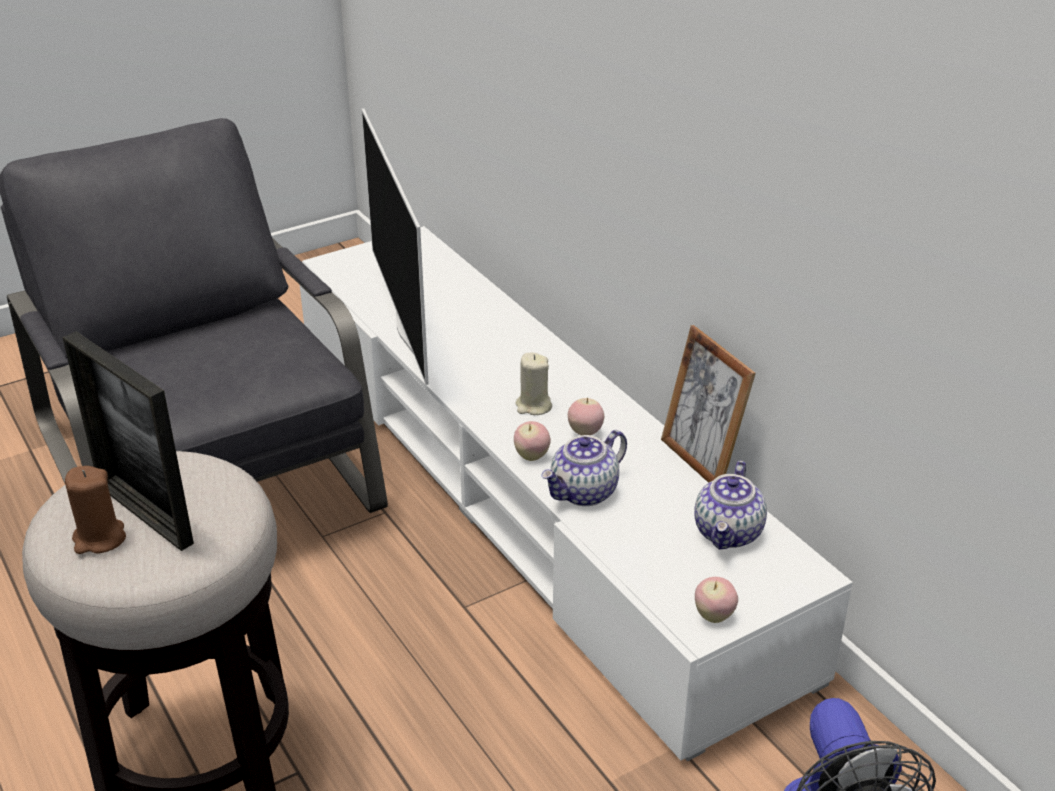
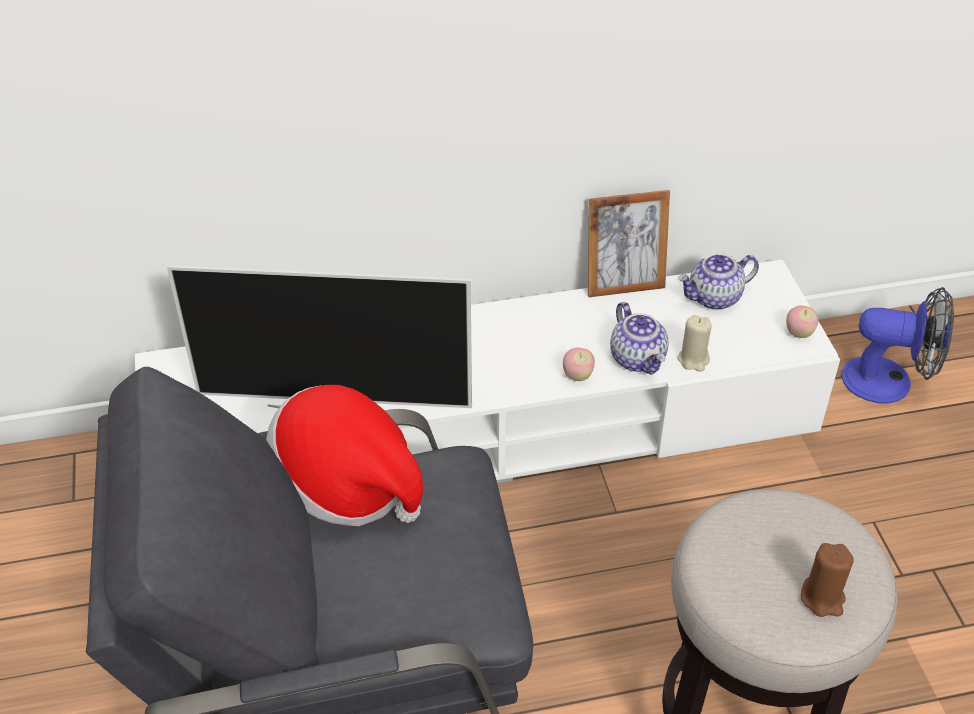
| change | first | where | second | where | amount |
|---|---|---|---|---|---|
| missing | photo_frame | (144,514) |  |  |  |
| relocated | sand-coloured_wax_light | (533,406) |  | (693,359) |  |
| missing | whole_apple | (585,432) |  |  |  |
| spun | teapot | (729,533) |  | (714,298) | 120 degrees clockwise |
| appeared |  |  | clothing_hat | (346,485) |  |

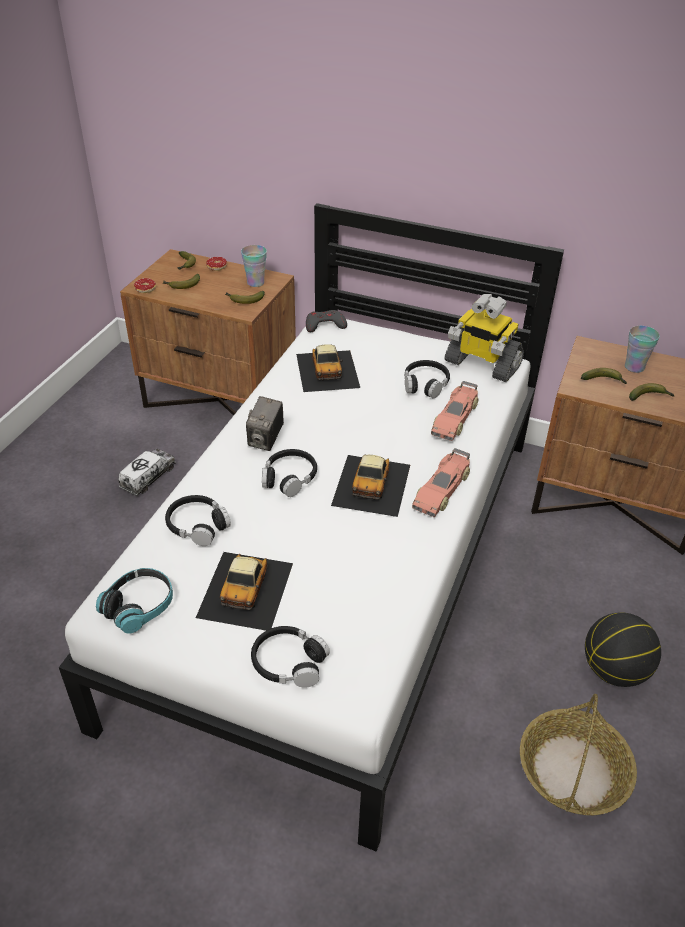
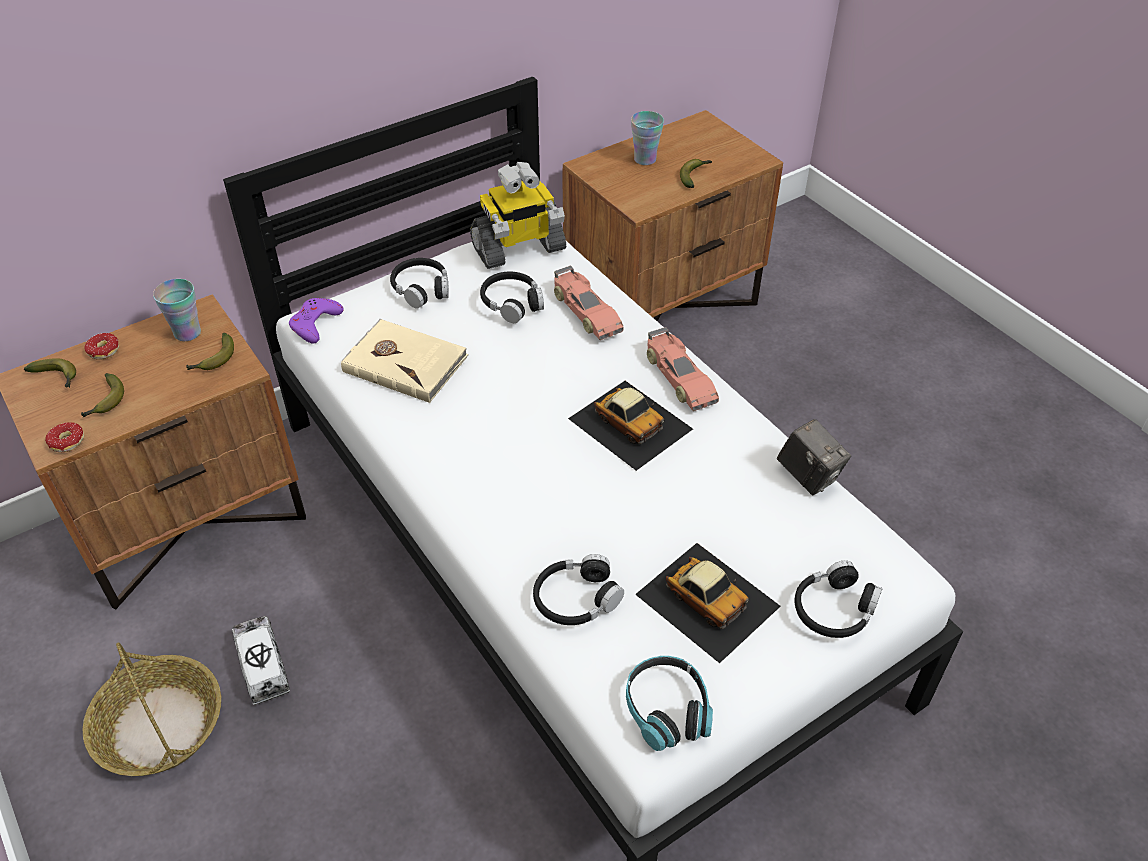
| change | first | where | second | where | amount |
|---|---|---|---|---|---|
| colour | grey_gamepad | (324,325) | purplish_gamepad | (315,324) |  |
| exchanged | model_car | (327,370) | sand-coloured_bound_book | (405,363) |  |
| missing | whole_banana | (604,381) |  |  |  |
| relocated | still_camera | (266,440) |  | (808,476) |  |
| relocated | blackish_headset | (289,478) |  | (421,289) |  |
| missing | basketball | (614,670) |  |  |  |
| relocated | storage_basket | (573,772) |  | (161,727) |  |

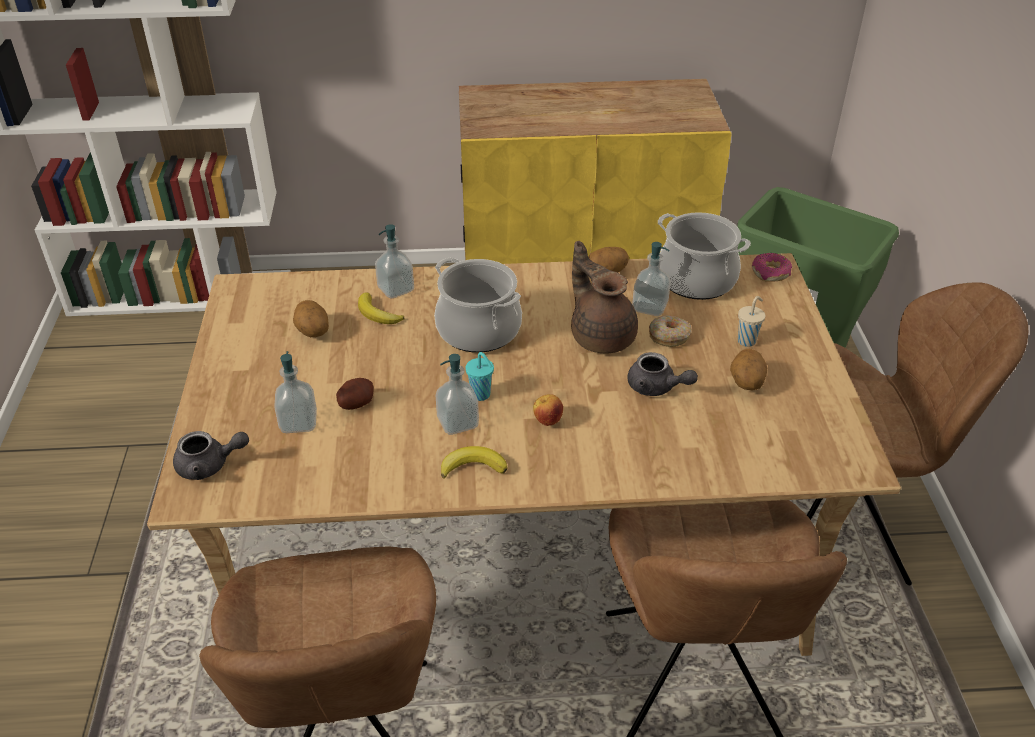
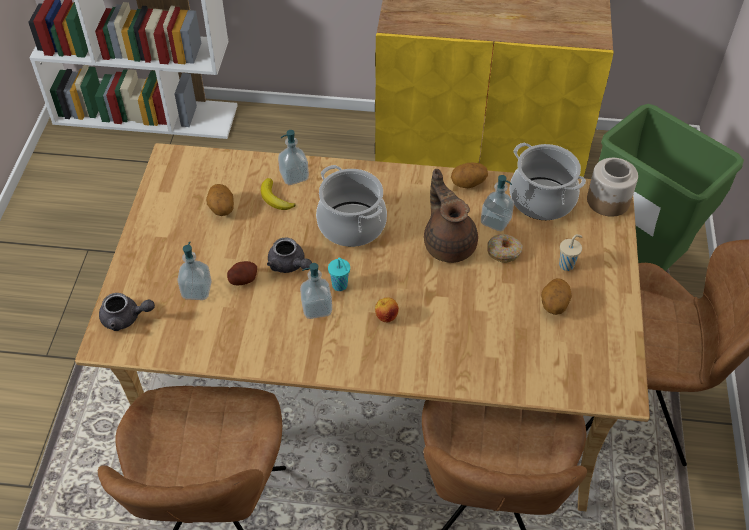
| change | first | where | second | where | amount |
|---|---|---|---|---|---|
| exchanged | doughnut | (771,273) | jar | (607,201) |  |
| relocated | grey_teapot | (656,388) |  | (289,265) |  |
| missing | whole_banana | (473,466) |  |  |  |

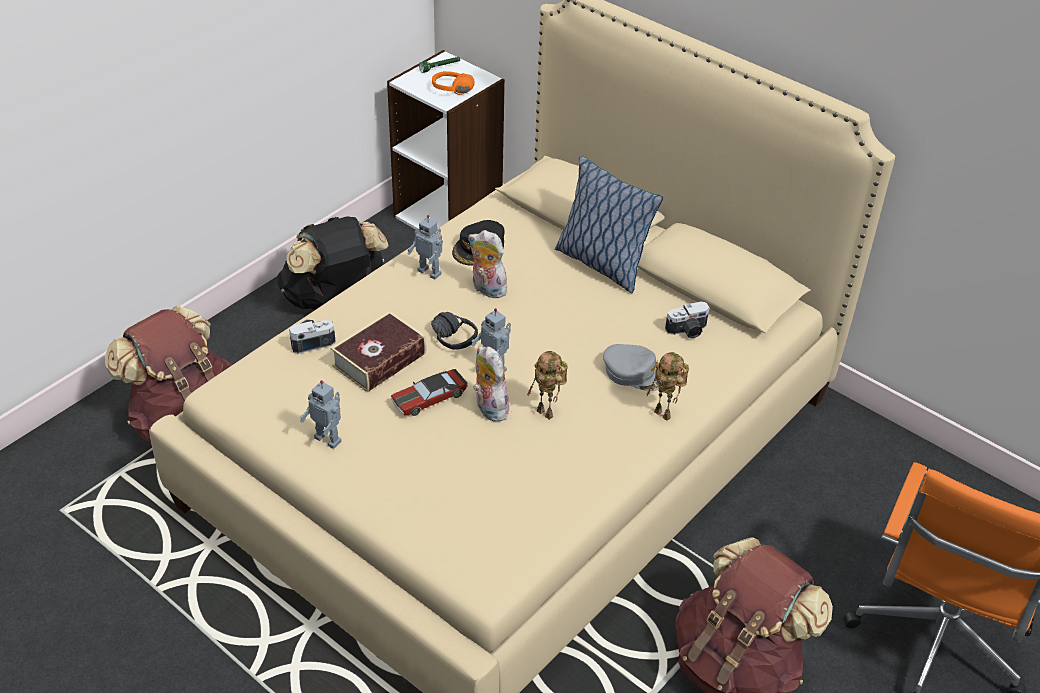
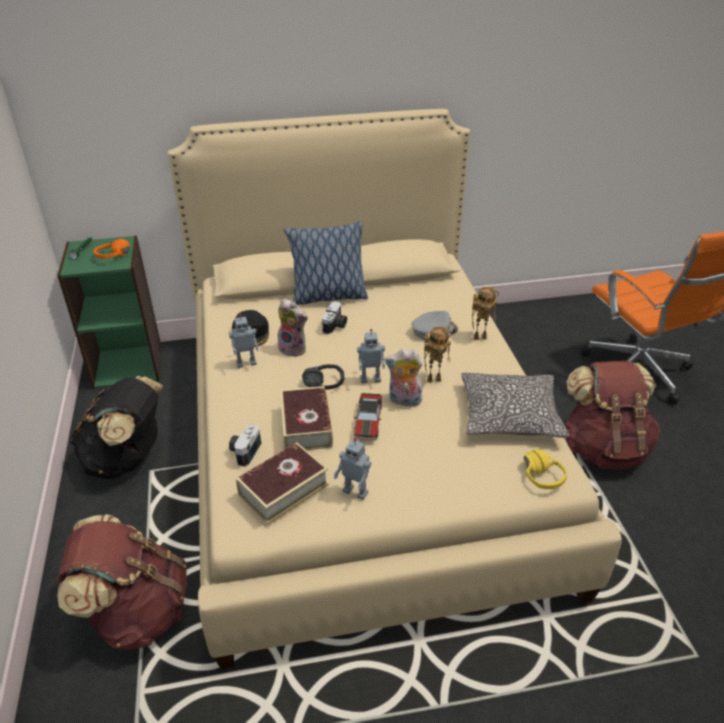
| change | first | where | second | where | amount |
|---|---|---|---|---|---|
| colour | white_bookcase | (449,215) | green-coloured_bookcase | (128,365) |  |
| spun | soft_toy | (486,289) |  | (294,348) | 135 degrees counterclockwise |
| relocated | still_camera | (688,331) |  | (336,326) |  |
| spun | model_robot | (329,439) |  | (356,491) | 45 degrees clockwise |
| appeared |  |  | pillow | (510,415) |  |
| appeared |  |  | bound_book | (283,489) |  |
| appeared |  |  | yellow_headset | (548,474) |  |

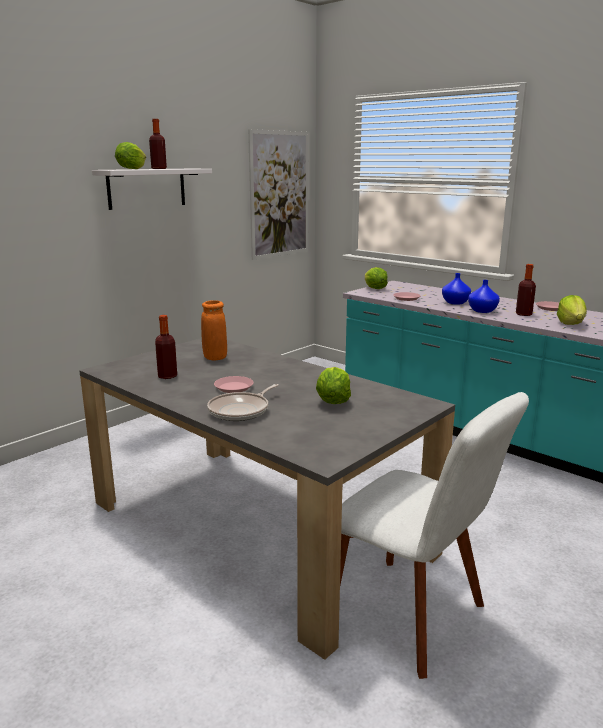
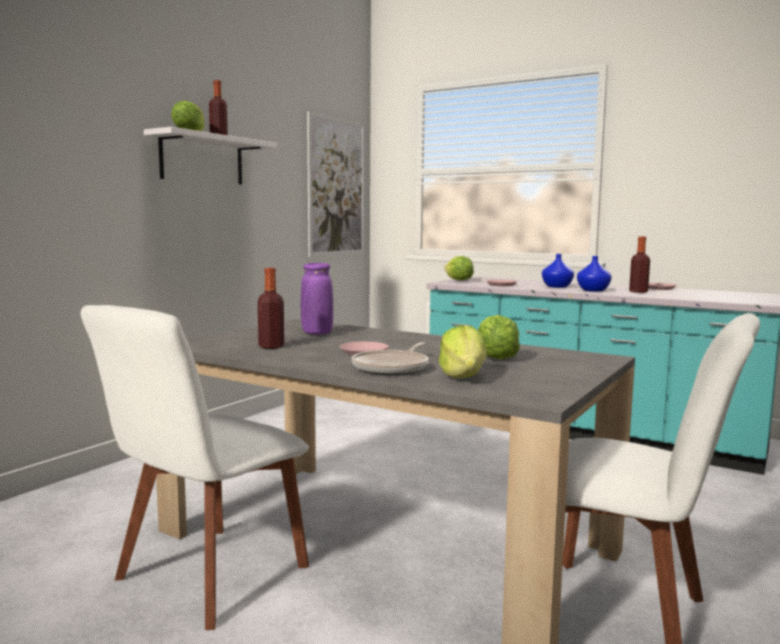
| change | first | where | second | where | amount |
|---|---|---|---|---|---|
| relocated | lettuce | (571,324) |  | (463,377) |  |
| colour | orange-coloured_decorative_vase | (215,358) | purplish_decorative_vase | (317,333) |  |
| appeared |  |  | white_upright_chair | (206,577) |  |

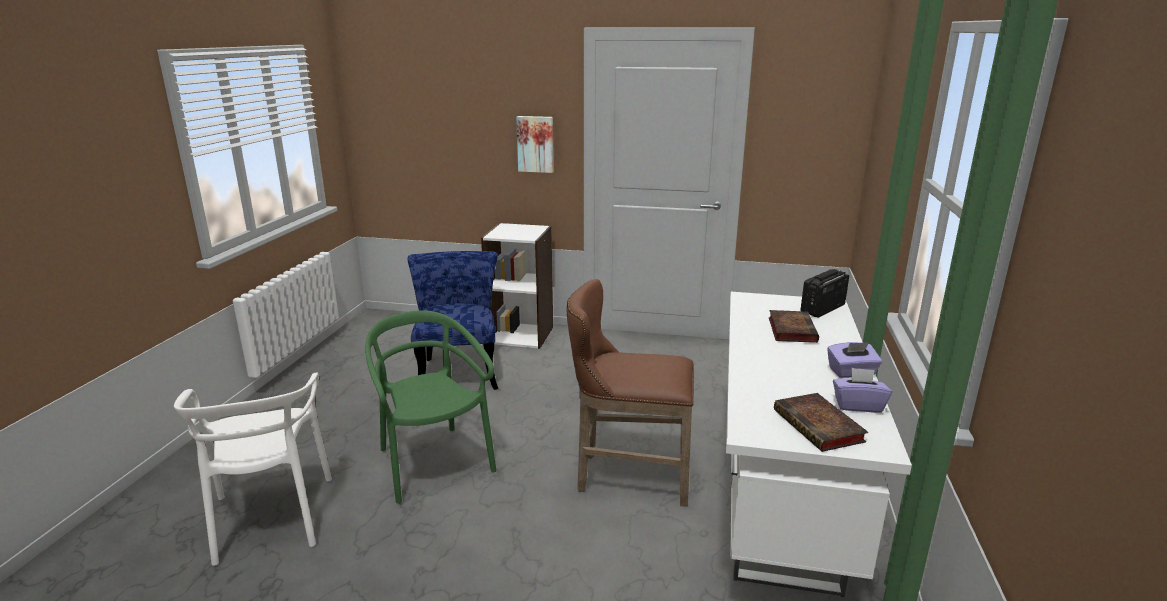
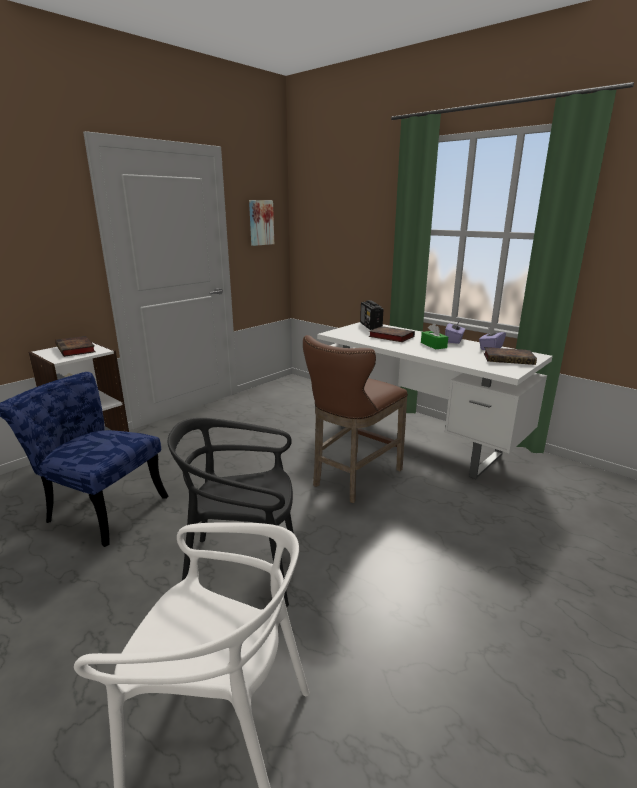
| change | first | where | second | where | amount |
|---|---|---|---|---|---|
| relocated | wall_picture | (535,144) |  | (260,222) |  |
| colour | green-coloured_upright_chair | (433,463) | blackish_upright_chair | (243,566) |  |
| appeared |  |  | green-coloured_box_of_tissues | (433,345) |  |
| appeared |  |  | bound_book | (76,349) |  |

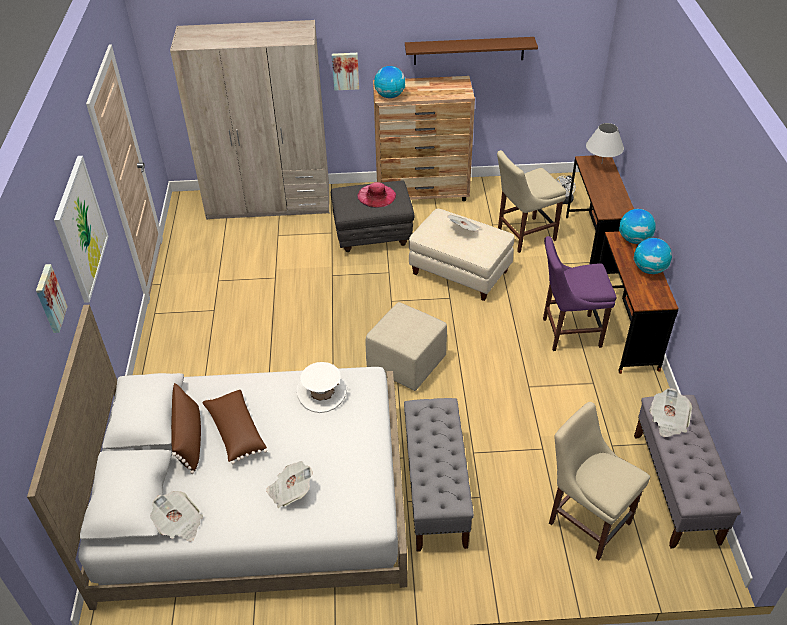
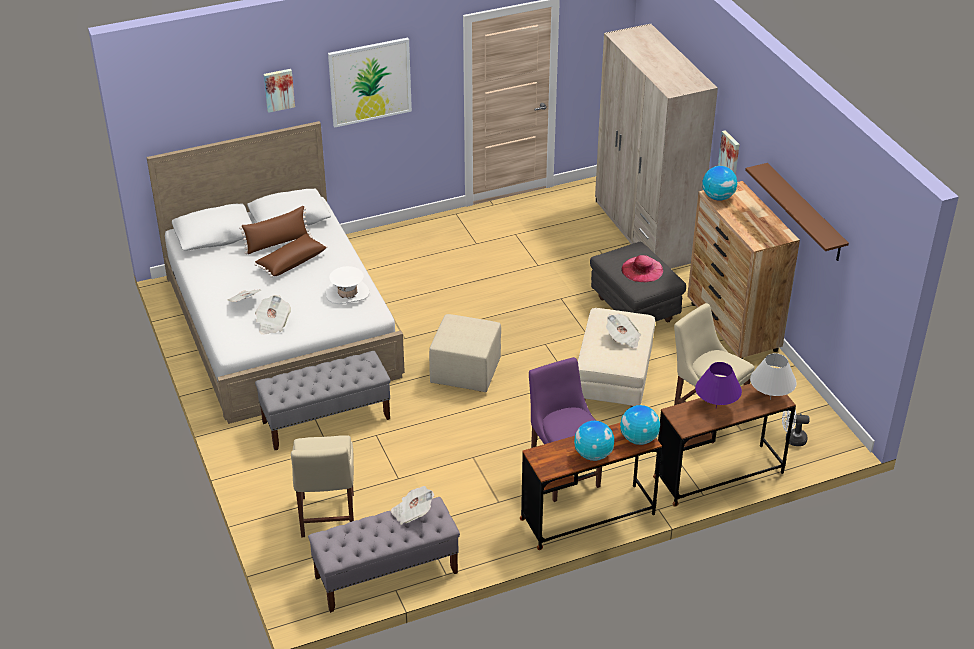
| change | first | where | second | where | amount |
|---|---|---|---|---|---|
| spun | sand-coloured_upright_chair | (586,520) |  | (327,518) | 150 degrees clockwise |
| relocated | printed_paper | (179,524) |  | (272,323) |  |
| appeared |  |  | purplish_tabletop_lamp | (716,408) |  |

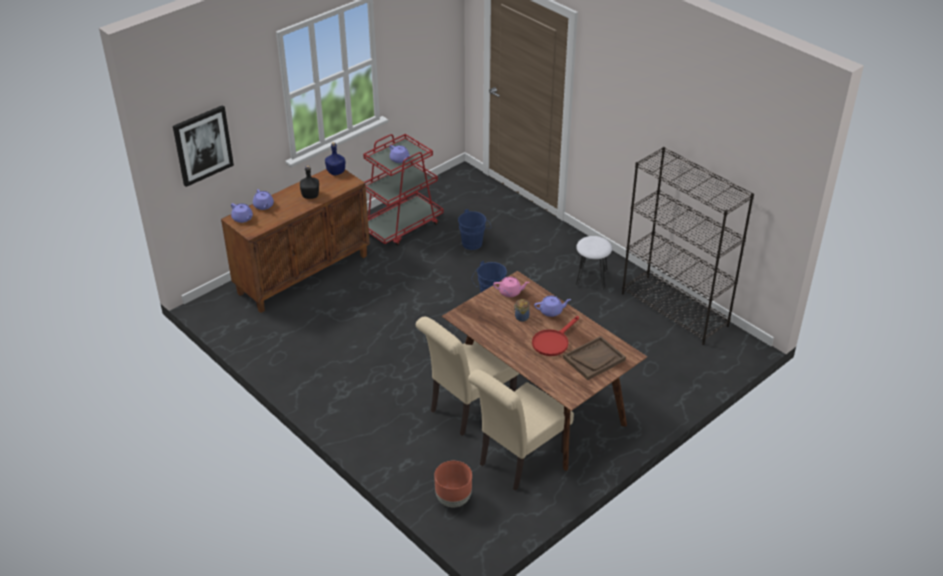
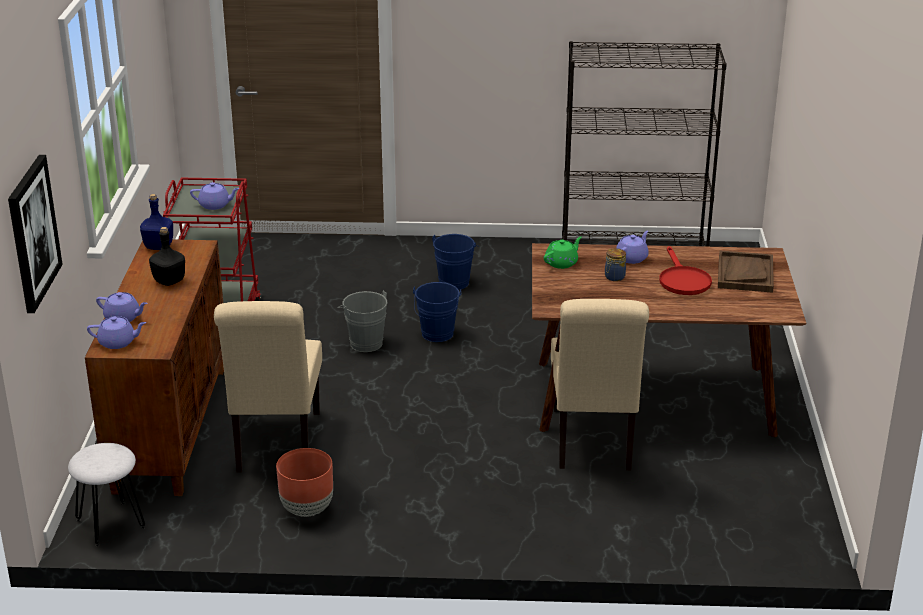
| change | first | where | second | where | amount |
|---|---|---|---|---|---|
| relocated | blue_water_bucket | (474,243) |  | (455,281) |  |
| relocated | white_sitting_stool | (592,279) |  | (111,523) |  |
| colour | pinkish_teapot | (510,292) | green-coloured_teapot | (562,263) |  |
| relocated | sand-coloured_upright_chair | (518,460) |  | (276,446) |  |
| relocated | brown_plant_pot | (453,499) |  | (307,509) |  |
| appeared |  |  | grey_water_bucket | (364,342) |  |

